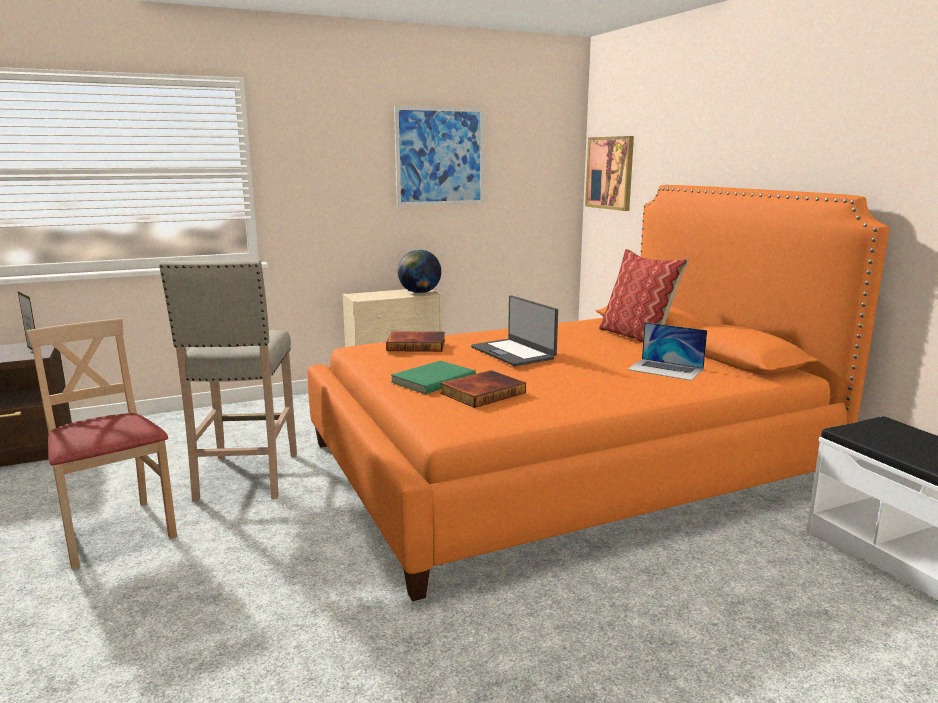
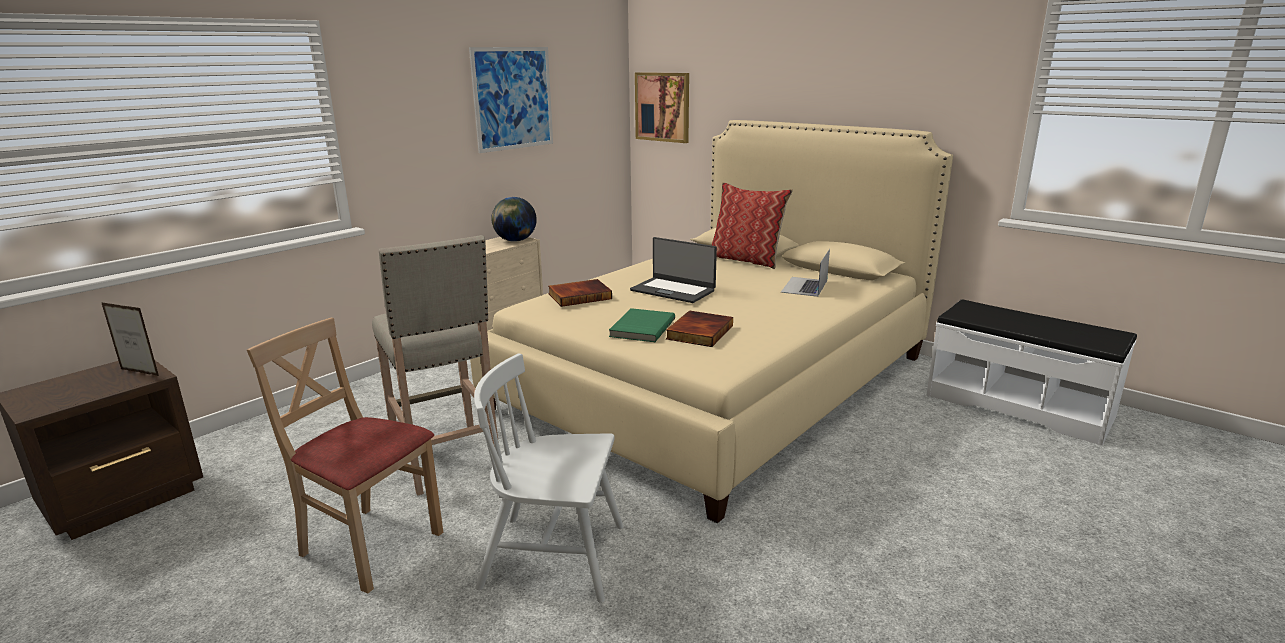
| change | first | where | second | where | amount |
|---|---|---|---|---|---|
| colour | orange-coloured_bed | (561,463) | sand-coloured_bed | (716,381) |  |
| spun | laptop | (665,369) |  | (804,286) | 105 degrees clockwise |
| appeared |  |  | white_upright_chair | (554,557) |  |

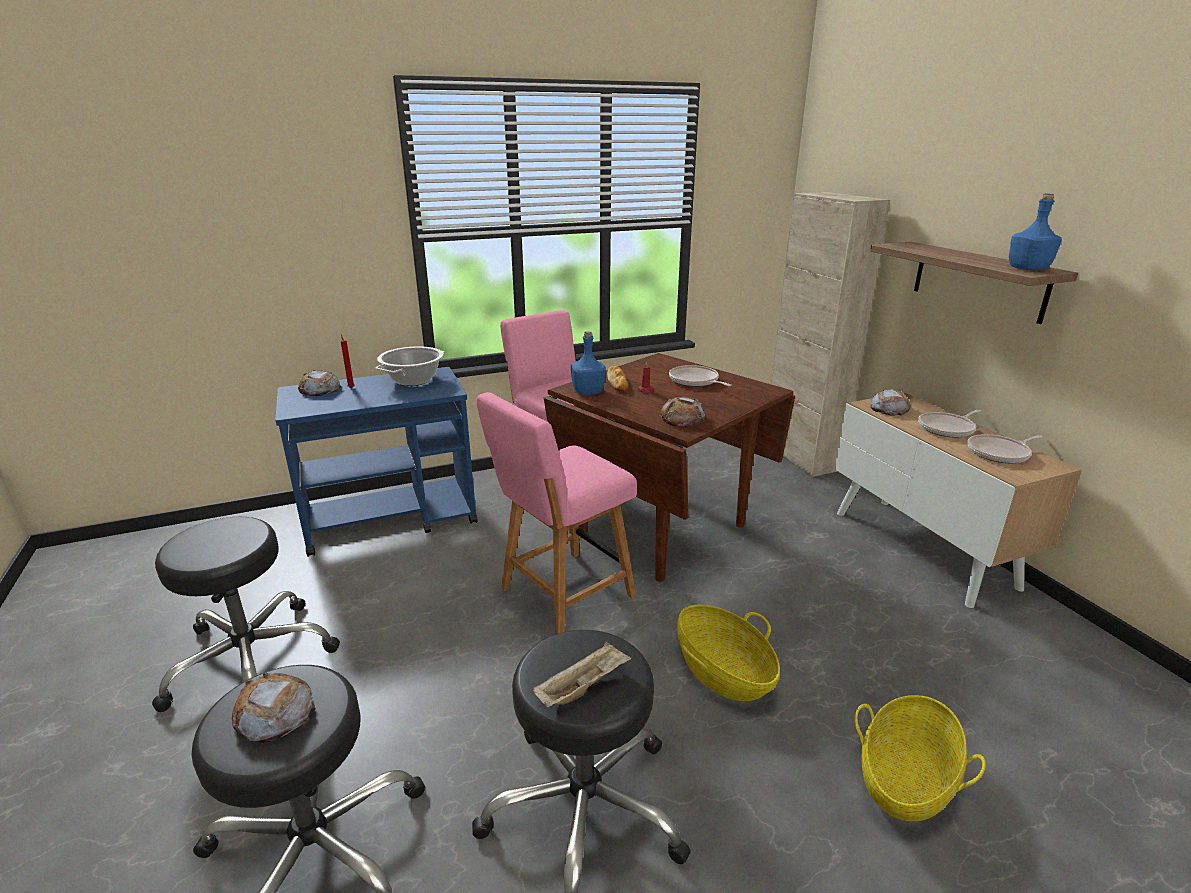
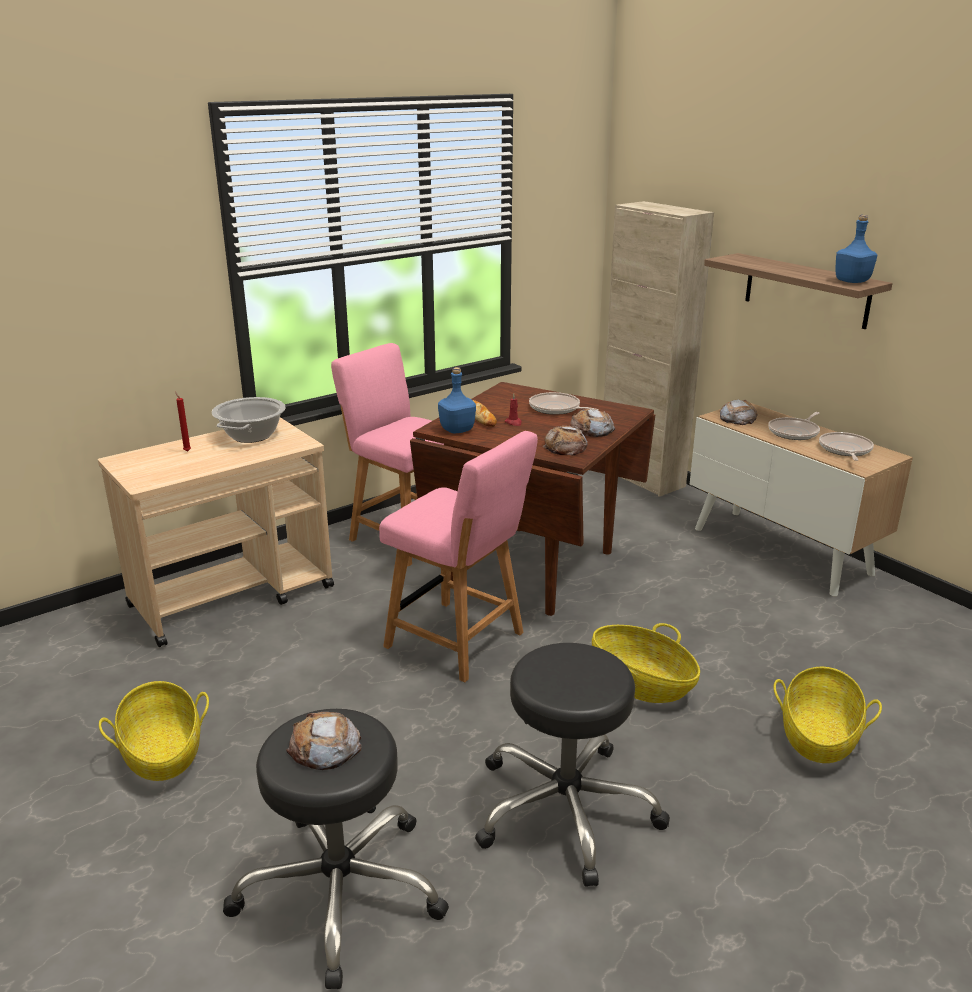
| change | first | where | second | where | amount |
|---|---|---|---|---|---|
| colour | blue_cart | (392,519) | sand-coloured_cart | (233,596) |  |
| relocated | bread | (319,389) |  | (591,429) |  |
| spun | pinkish_upright_chair | (562,595) |  | (460,642) | 90 degrees counterclockwise |
| spun | skillet | (1000,453) |  | (845,450) | 135 degrees clockwise |
| exchanged | blackish_sitting_stool | (251,659) | storage_basket | (162,752) |  |
| missing | sand-coloured_carrying_tray | (583,687) |  |  |  |

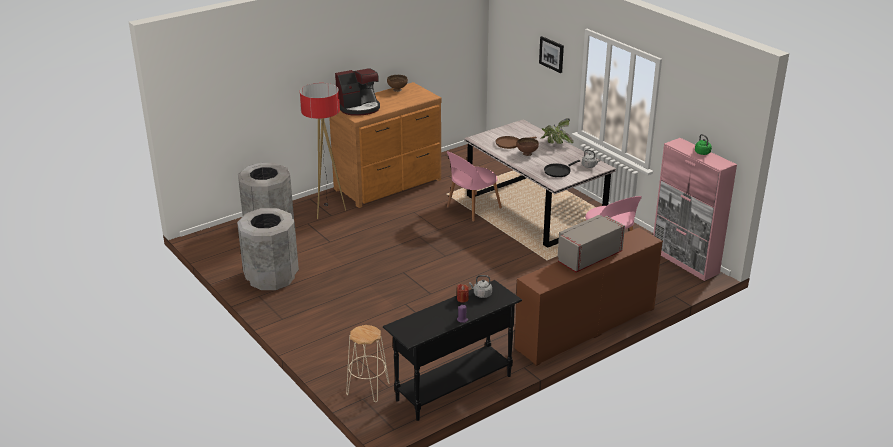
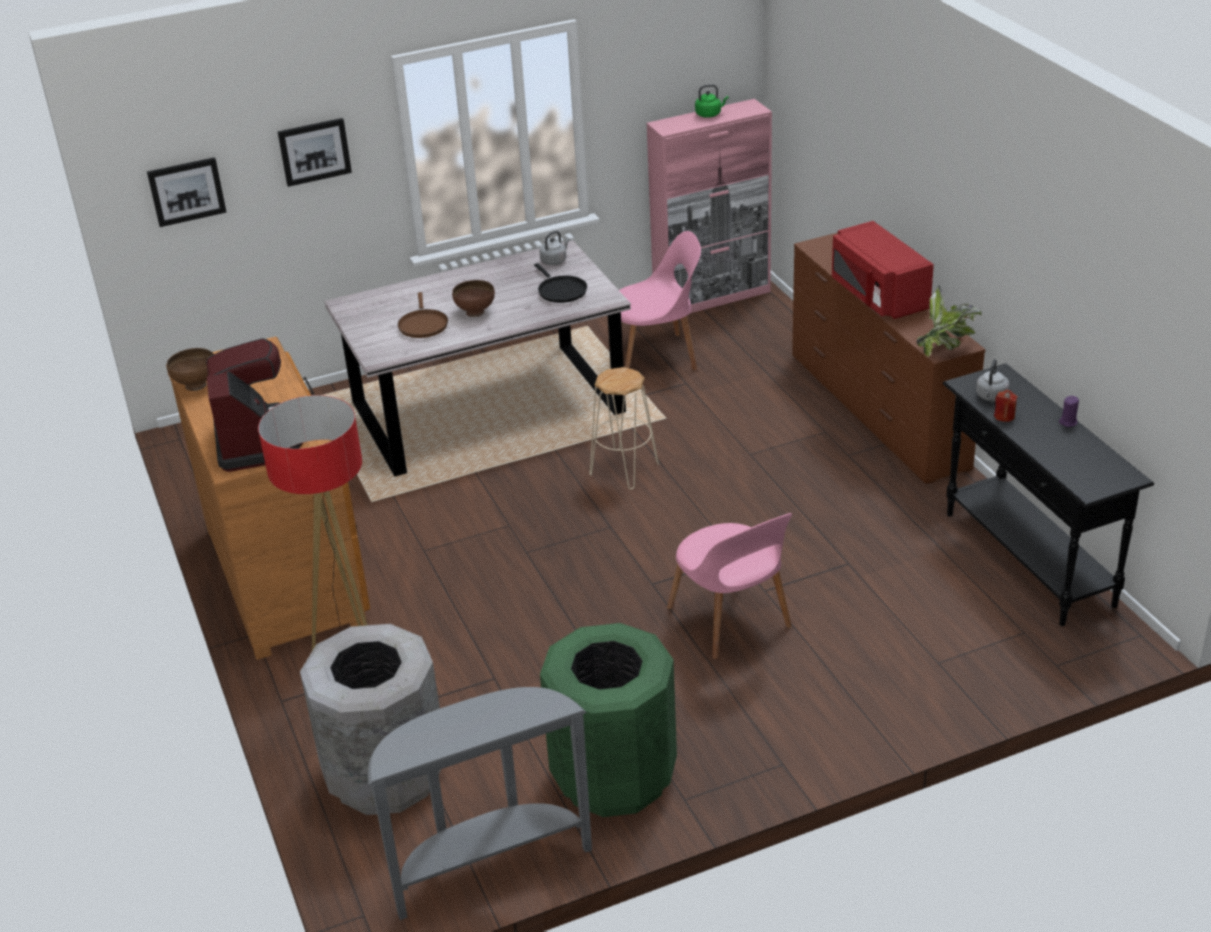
| change | first | where | second | where | amount |
|---|---|---|---|---|---|
| relocated | potted_plant | (555,144) |  | (946,347) |  |
| relocated | pinkish_upright_chair | (472,208) |  | (731,621) |  |
| colour | grey_rubbish_bin | (271,277) | green-coloured_rubbish_bin | (613,777) |  |
| colour | grey_microwave_oven | (588,257) | red_microwave_oven | (877,295) |  |
| relocated | sand-coloured_sitting_stool | (368,389) |  | (624,469) |  |
| appeared |  |  | wall_picture | (186,191) |  |
| appeared |  |  | grey_hall_table | (488,865) |  |

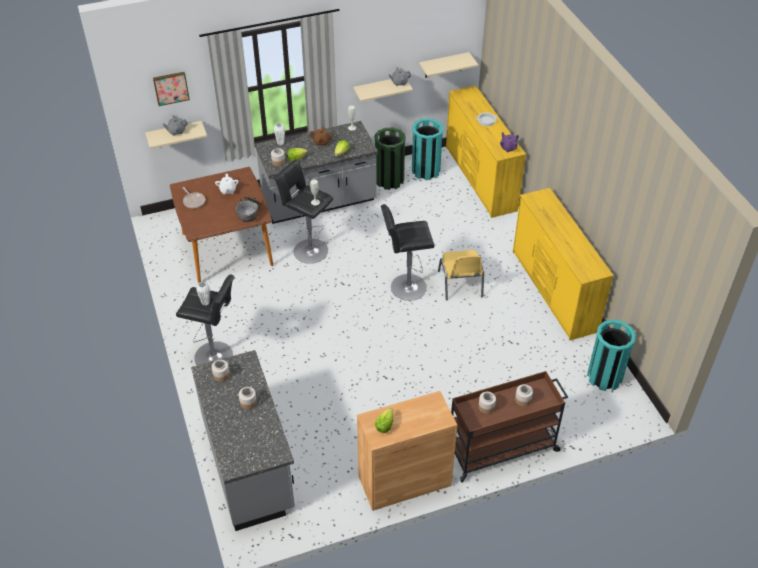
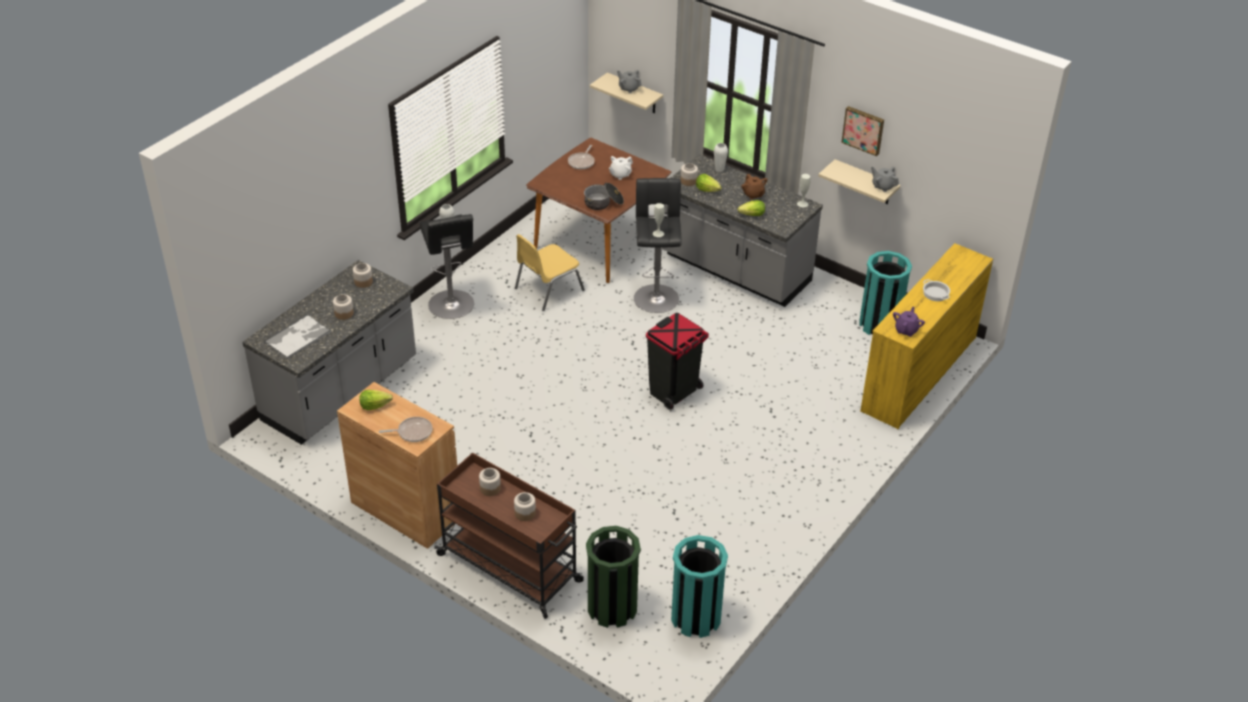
| change | first | where | second | where | amount |
|---|---|---|---|---|---|
| missing | sand-coloured_wall_shelf | (443,65) |  |  |  |
| relocated | wall_picture | (171,87) |  | (863,130) |  |
| relocated | green-coloured_rubbish_bin | (389,180) |  | (612,608) |  |
| missing | yellow_dresser | (553,291) |  |  |  |
| exchanged | blackish_sitting_stool | (405,287) | blackish_rubbish_bin | (674,392) |  |
| relocated | yellow_upright_chair | (460,284) |  | (548,289) |  |
| appeared |  |  | carrying_tray | (298,337) |  |
| appeared |  |  | skillet | (412,432) |  |

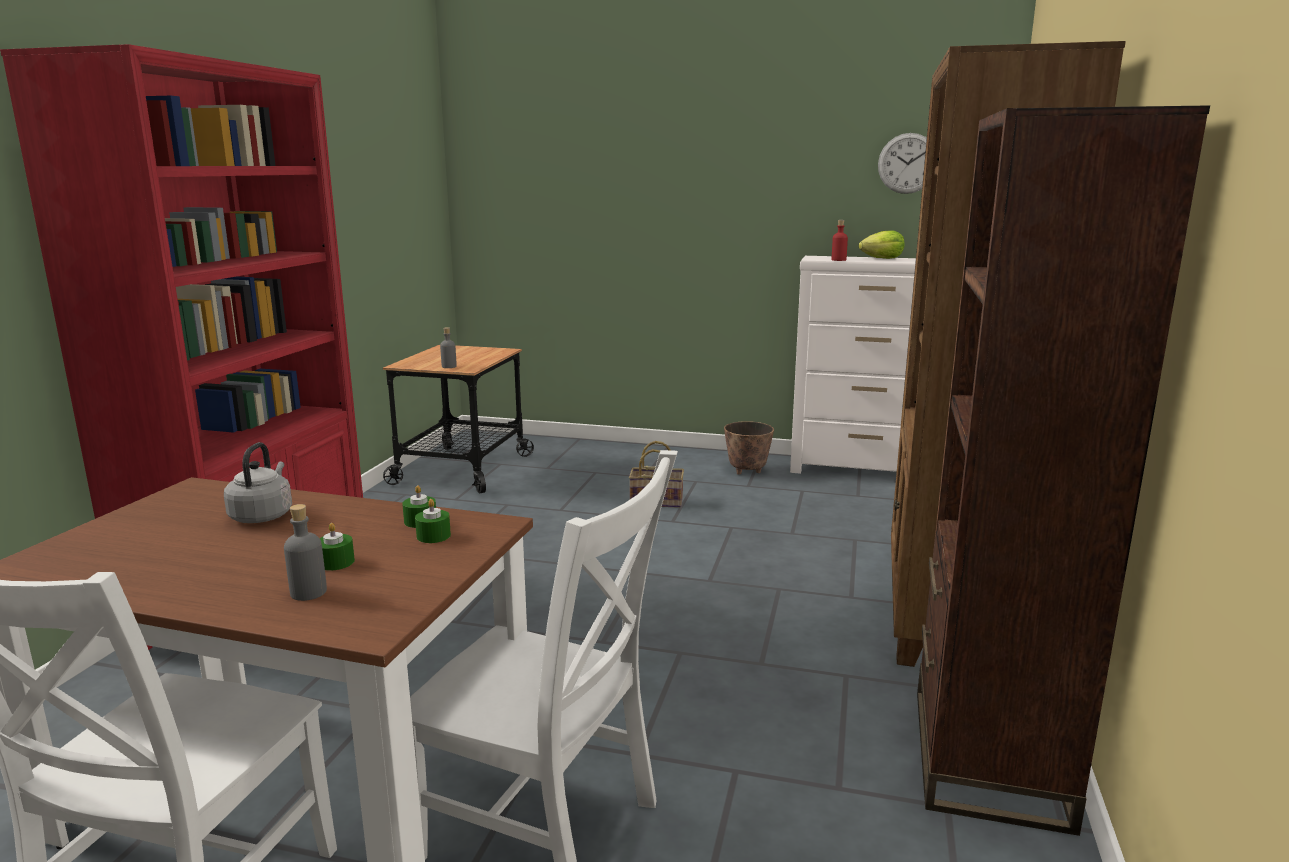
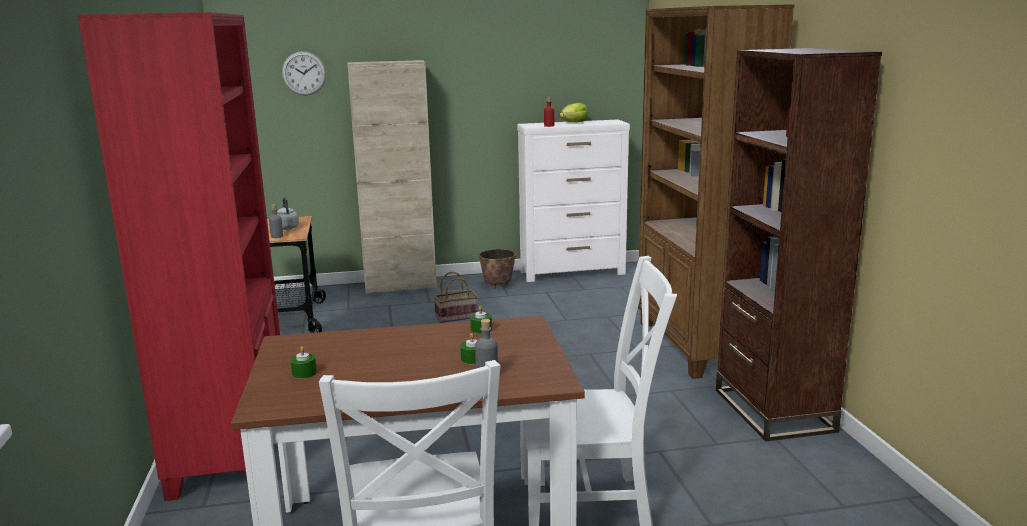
| change | first | where | second | where | amount |
|---|---|---|---|---|---|
| relocated | wall_clock | (908,163) |  | (304,73) |  |
| relocated | grey_water_kettle | (263,515) |  | (286,227) |  |
| relocated | green-coloured_wax_light | (433,536) |  | (304,373) |  |
| appeared |  |  | sand-coloured_cupboard | (400,286) |  |

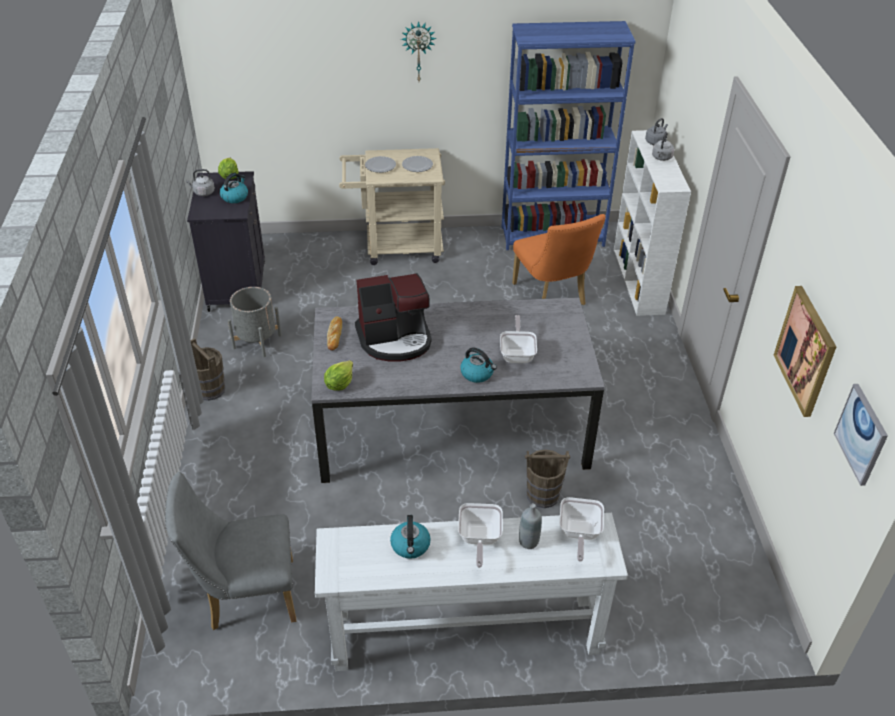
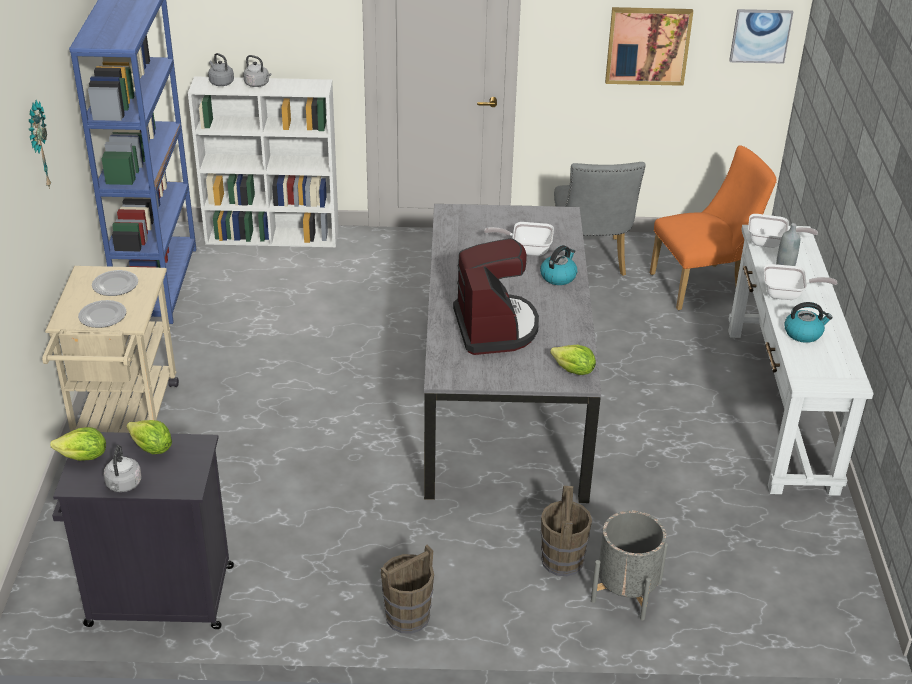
| change | first | where | second | where | amount |
|---|---|---|---|---|---|
| exchanged | water_kettle | (235,197) | lettuce | (152,449) |  |
| relocated | orange-coloured_upright_chair | (552,297) |  | (703,285) |  |
| relocated | grey_plant_pot | (257,341) |  | (626,592) |  |
| missing | bread | (335,335) |  |  |  |
| relocated | brown_water_bucket | (542,495) |  | (562,561) |  |
| relocated | grey_upright_chair | (245,596) |  | (590,261) |  |

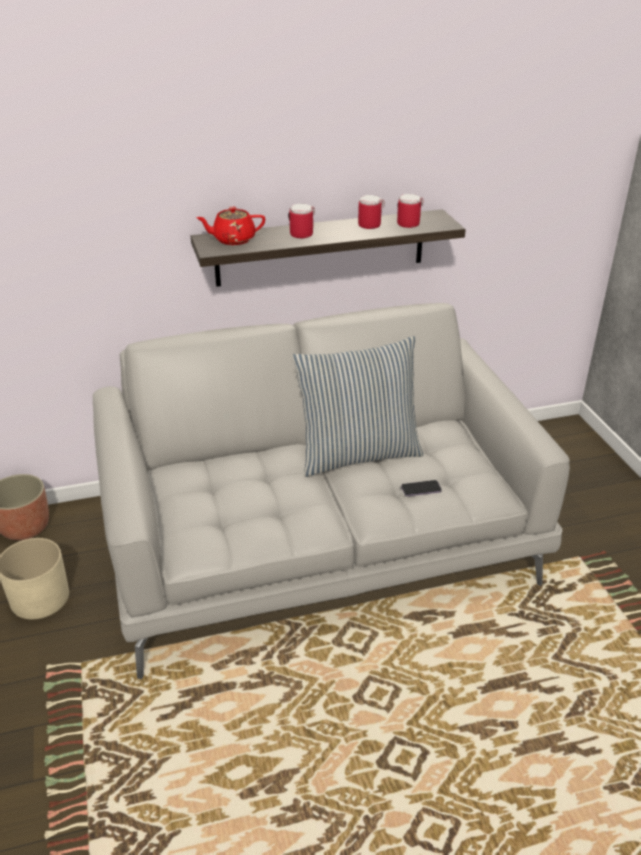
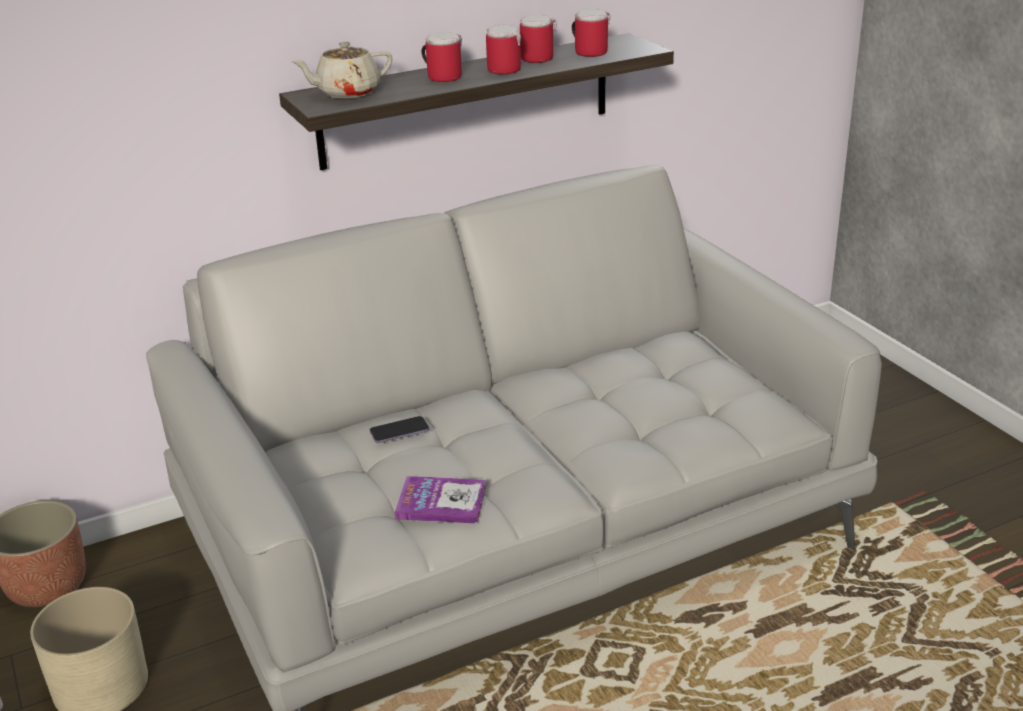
| change | first | where | second | where | amount |
|---|---|---|---|---|---|
| colour | red_teapot | (233,240) | sand-coloured_teapot | (347,92) |  |
| missing | pillow | (358,454) |  |  |  |
| relocated | handset | (421,489) |  | (399,431) |  |
| appeared |  |  | coffee_mug | (507,69) |  |
| appeared |  |  | bound_book | (441,502) |  |

